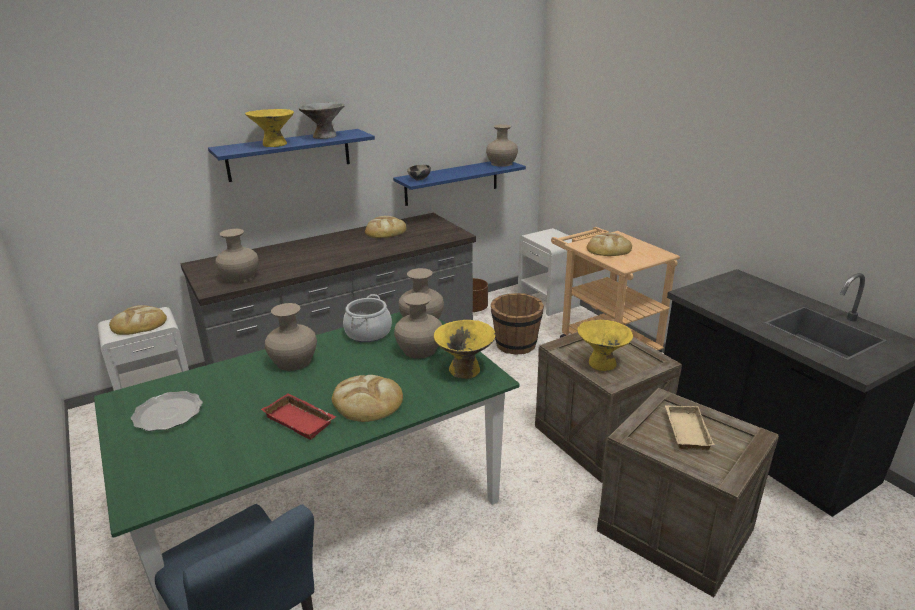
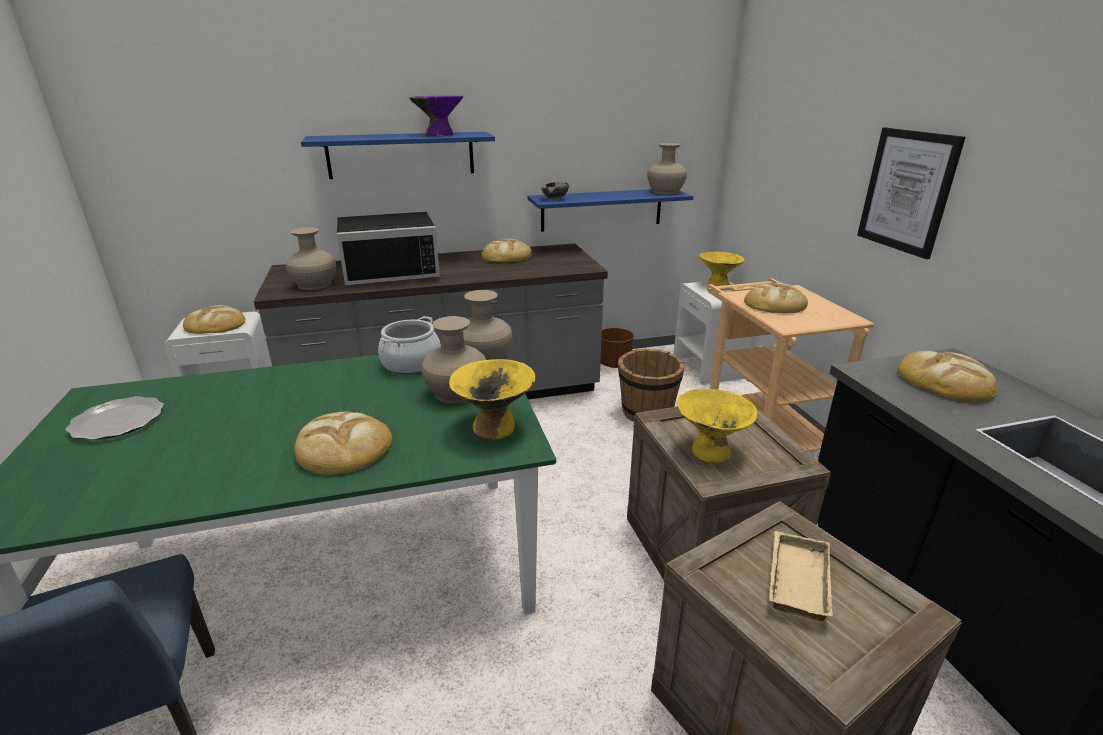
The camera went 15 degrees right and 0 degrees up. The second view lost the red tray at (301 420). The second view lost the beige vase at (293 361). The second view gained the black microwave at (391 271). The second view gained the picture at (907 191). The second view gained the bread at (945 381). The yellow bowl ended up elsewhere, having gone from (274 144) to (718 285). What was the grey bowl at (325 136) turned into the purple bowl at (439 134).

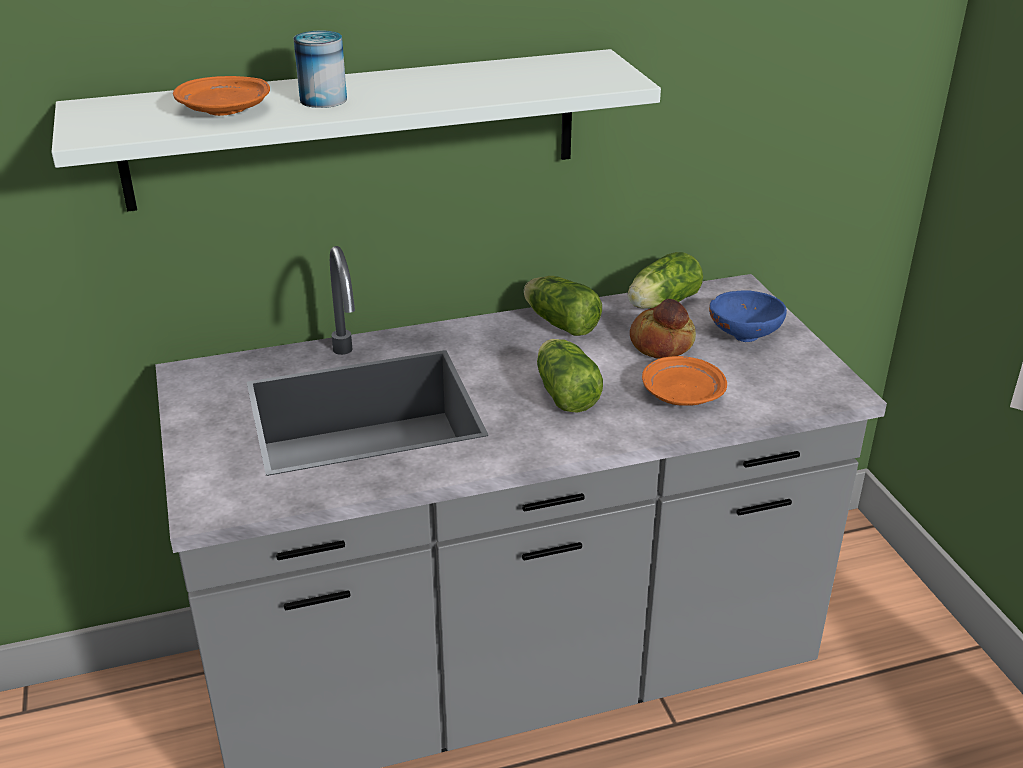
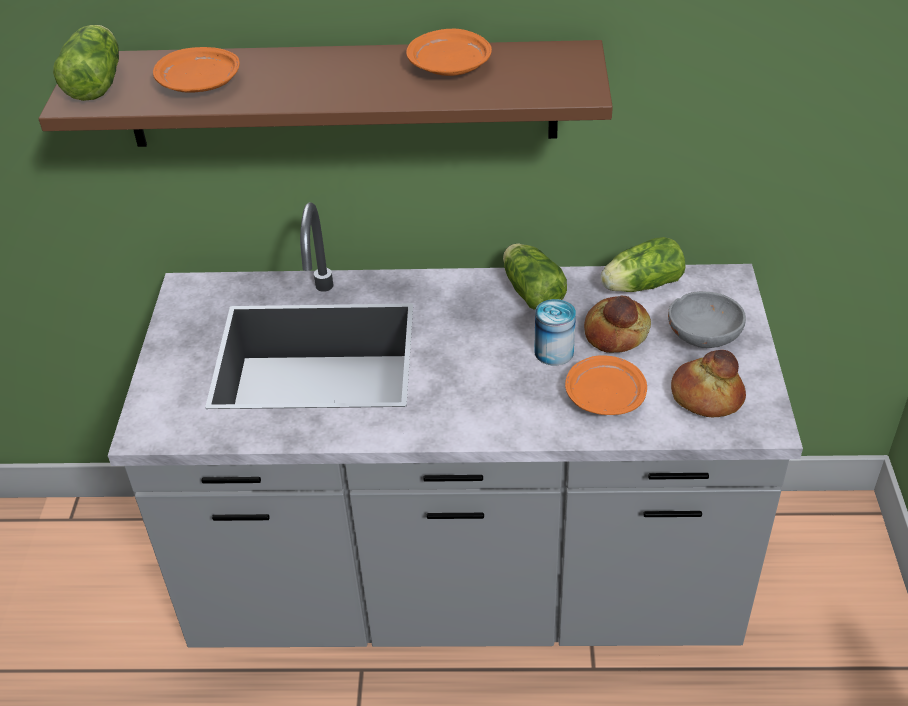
The camera went 20 degrees right and 10 degrees up. The second view gained the orange plate at (449 67). The second view gained the bread at (706 396). The can ended up elsewhere, having gone from (323 99) to (554 351). The lettuce ended up elsewhere, having gone from (564 392) to (97 81). What was the white shelf at (354 129) turned into the brown shelf at (341 94). What was the blue bowl at (744 333) turned into the grey bowl at (703 337).

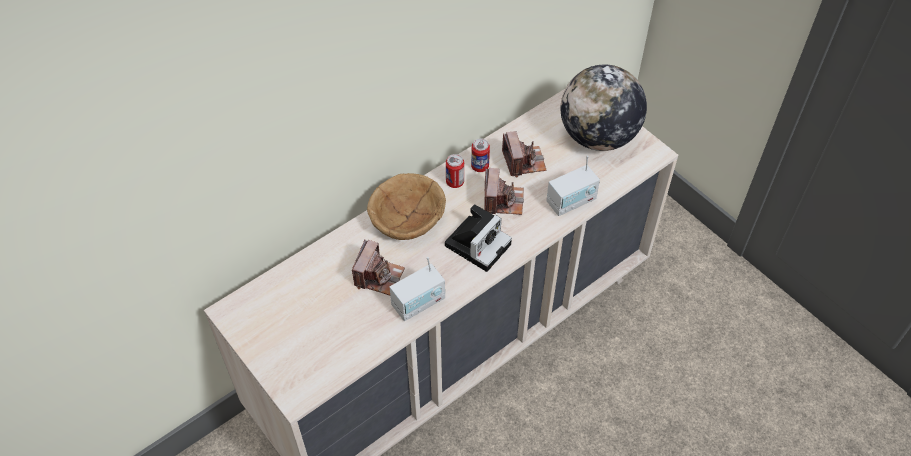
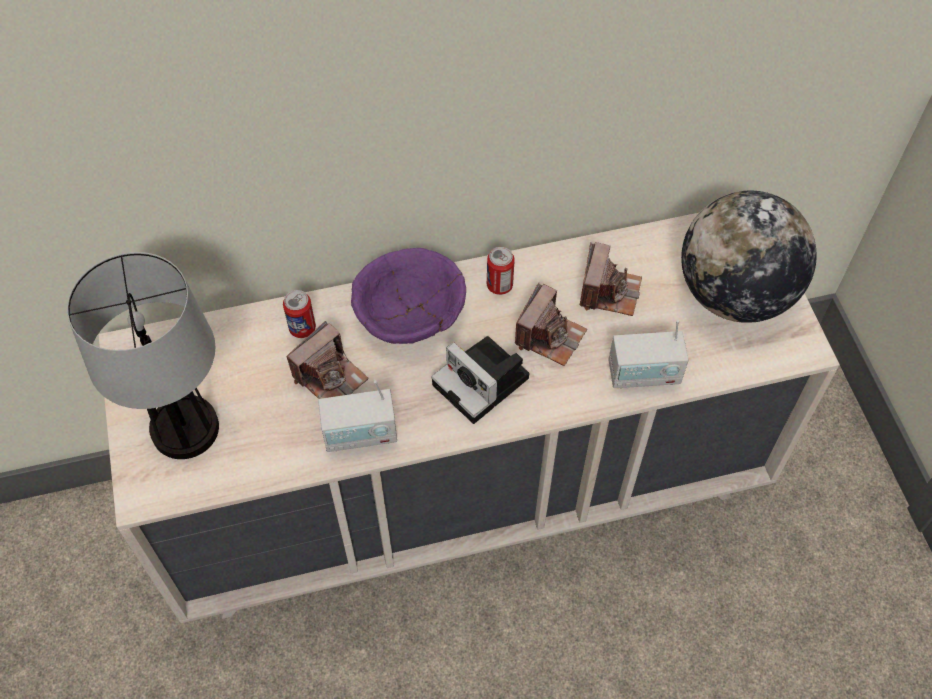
The camera went 25 degrees right and 5 degrees up. The second view gained the table lamp at (187 429). The can ended up elsewhere, having gone from (480 166) to (302 328). What was the brown bowl at (407 219) turned into the purple bowl at (409 313). The photo camera at (478 243) ended up facing another way, 75 degrees clockwise from before.

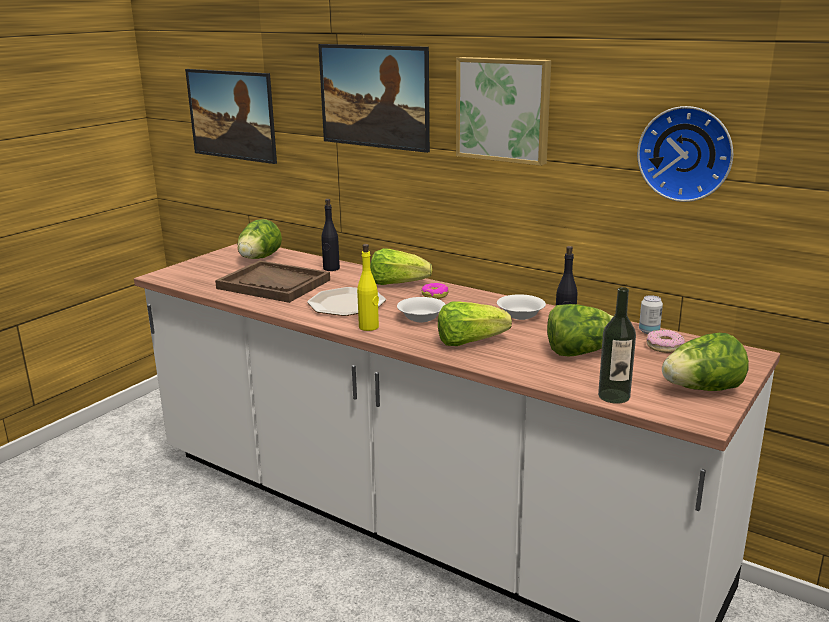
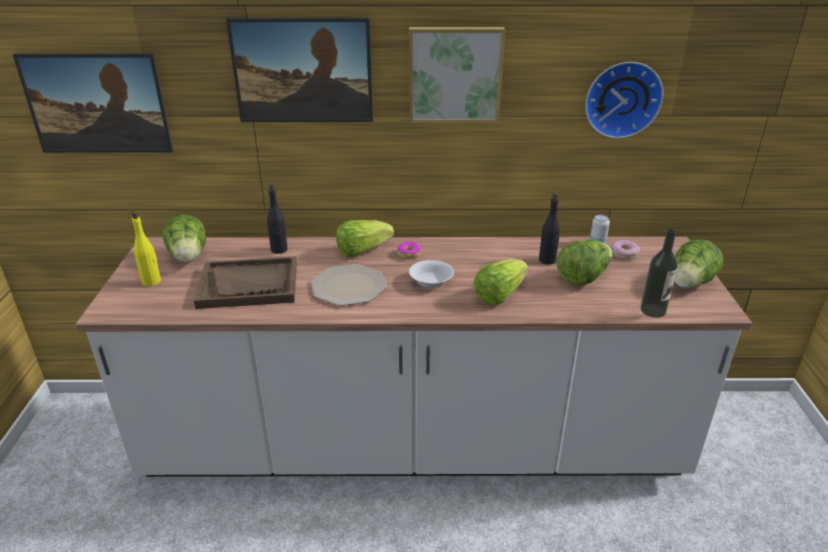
The camera went 35 degrees left and 10 degrees up. The second view lost the white bowl at (520 315). The yellow bottle ended up elsewhere, having gone from (369 327) to (152 281).

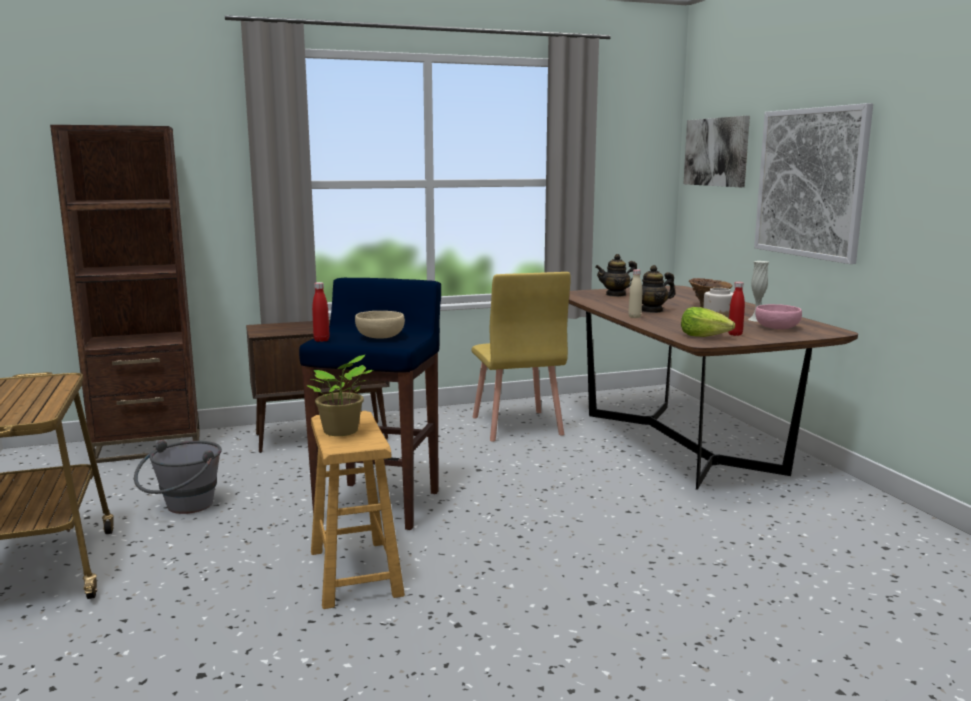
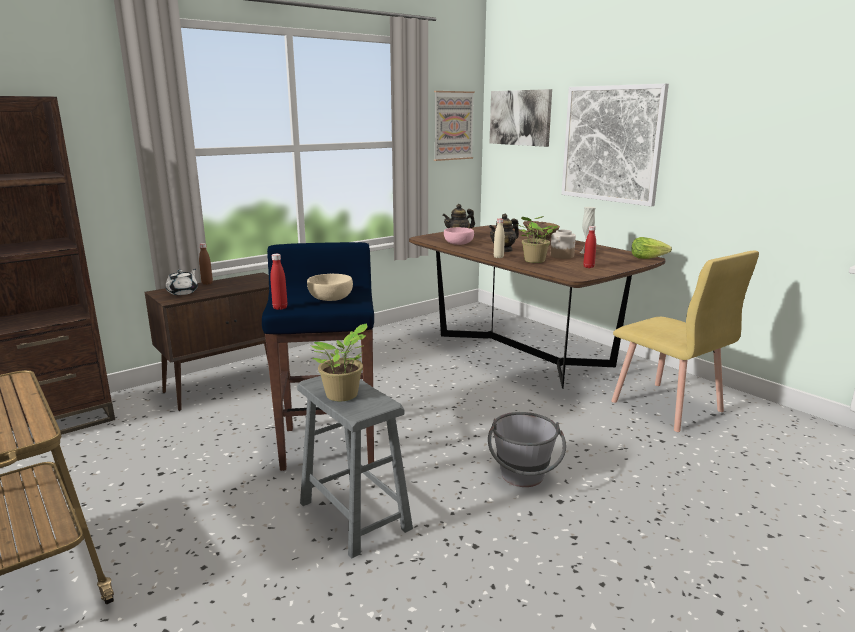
The camera went 20 degrees left and 5 degrees up. The second view gained the white teapot at (183 292). The second view gained the brown bottle at (207 283). The second view gained the picture at (453 125). The second view gained the potted plant at (533 261). The grey bucket ended up elsewhere, having gone from (183 508) to (523 480). The yellow chair ended up elsewhere, having gone from (516 426) to (667 406). The lettuce ended up elsewhere, having gone from (704 336) to (647 258). The pink bowl ended up elsewhere, having gone from (776 327) to (458 243). What was the brown stool at (355 573) turned into the grey stool at (355 515).

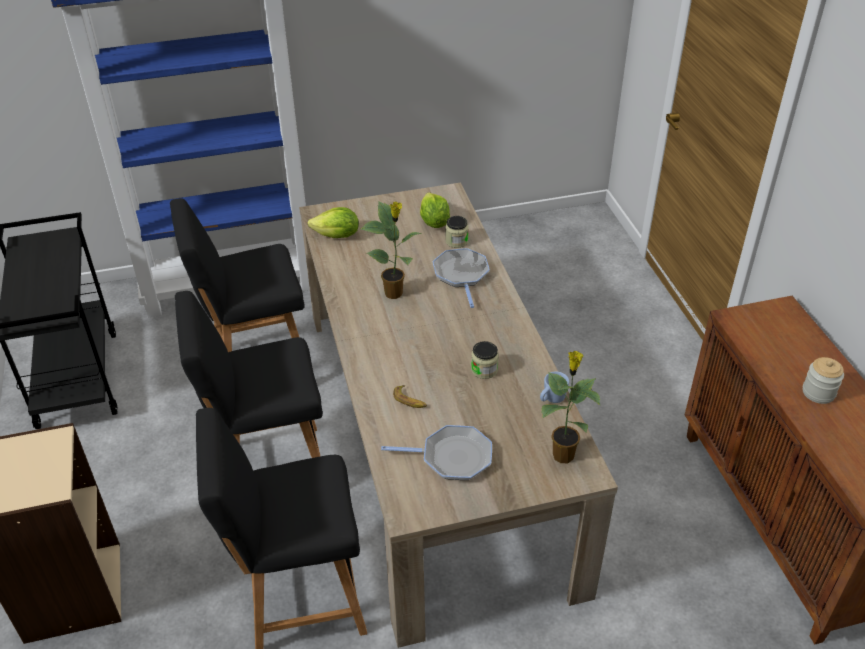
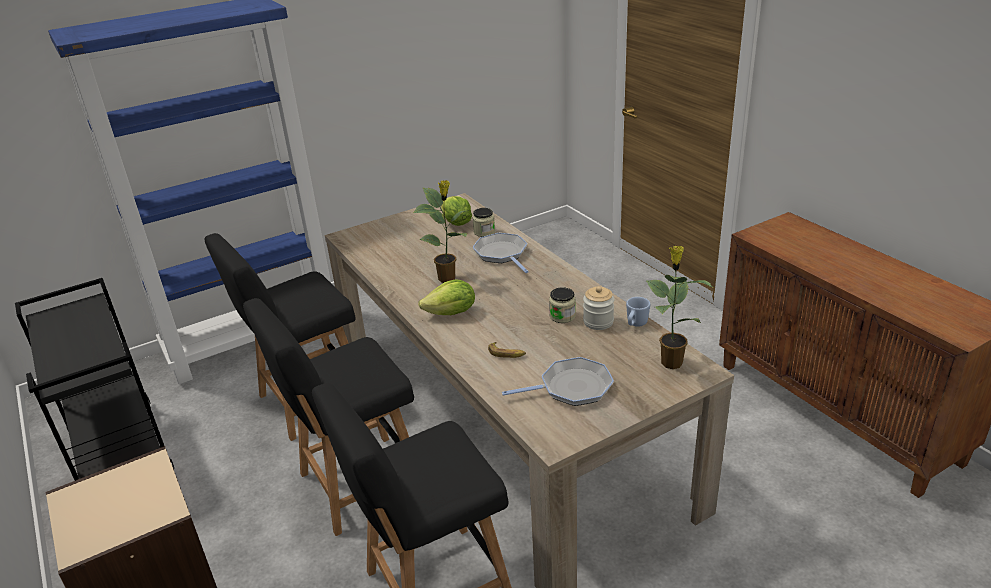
The camera went 15 degrees left and 10 degrees down. The lettuce ended up elsewhere, having gone from (337 236) to (451 313). The jar ended up elsewhere, having gone from (818 392) to (598 322).

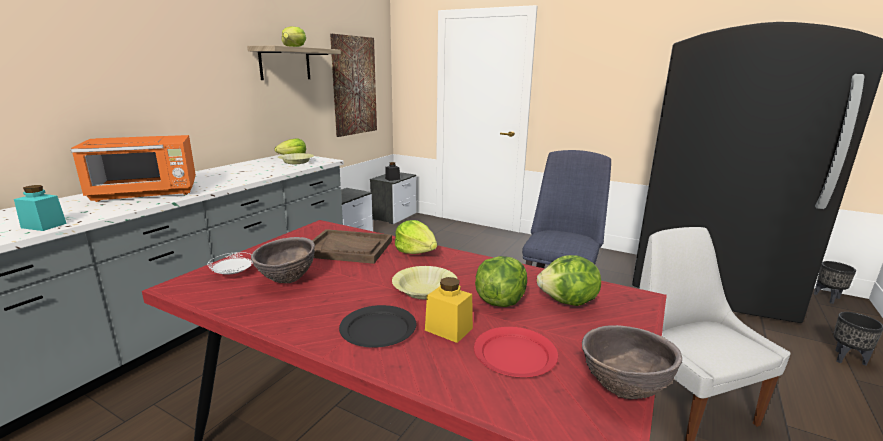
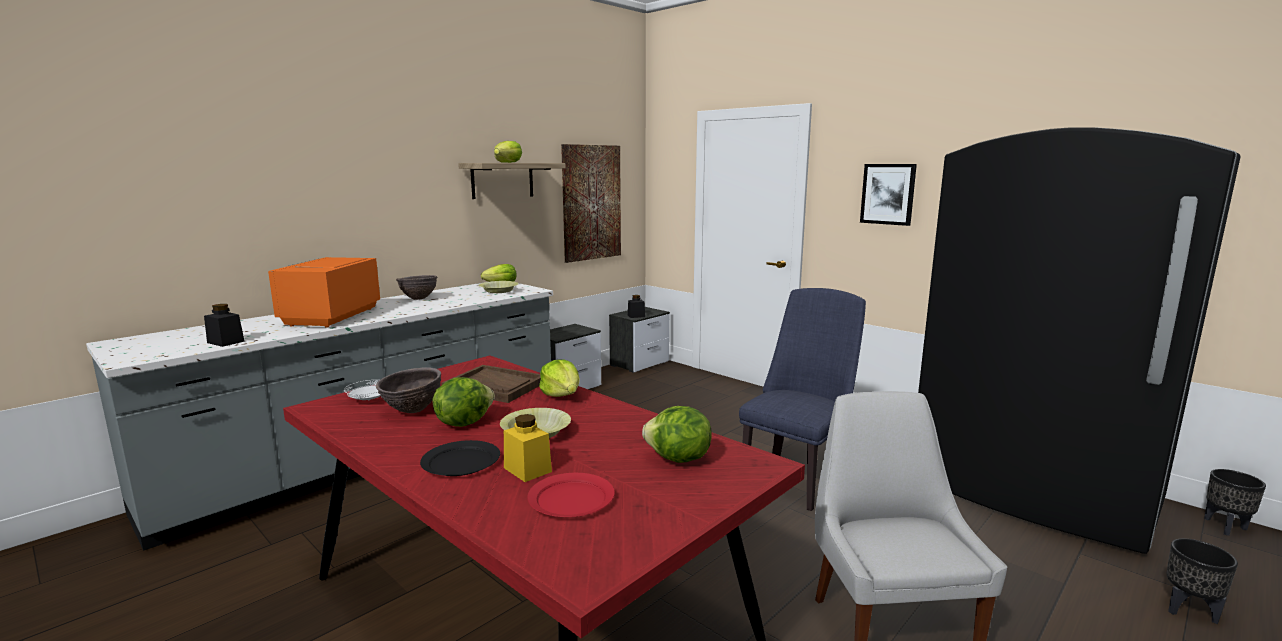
The camera went 15 degrees right and 5 degrees down. The second view gained the picture at (888 194). The lettuce ended up elsewhere, having gone from (500 301) to (463 422). The brown bowl ended up elsewhere, having gone from (622 390) to (418 299). What was the turquoise jar at (44 225) turned into the black jar at (225 342). The orange microwave at (147 193) ended up facing another way, 105 degrees clockwise from before.

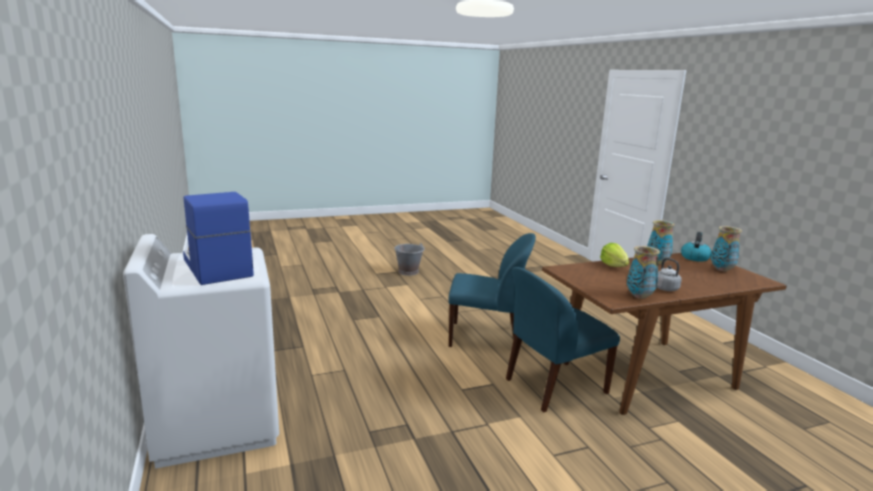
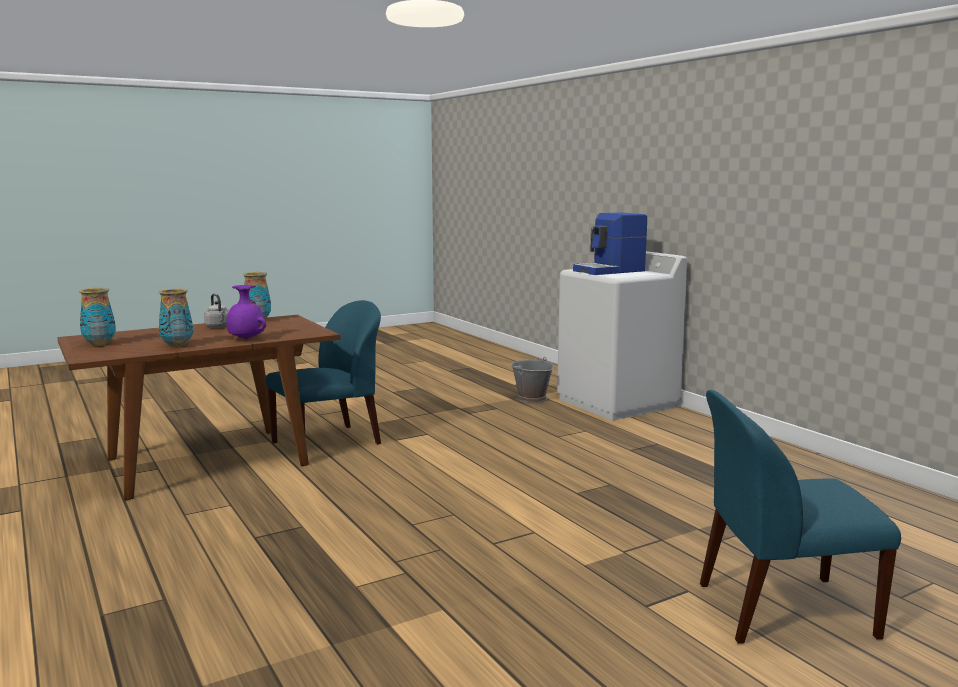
The camera went 170 degrees right and 5 degrees down. The second view lost the kettle at (694 257). The grey bucket ended up elsewhere, having gone from (408 272) to (531 399). The blue chair ended up elsewhere, having gone from (486 337) to (780 610). Where the lettuce stood at (614 266), the purple vase came to stand at (246 339). The coffee machine at (216 268) ended up facing another way, 105 degrees clockwise from before.

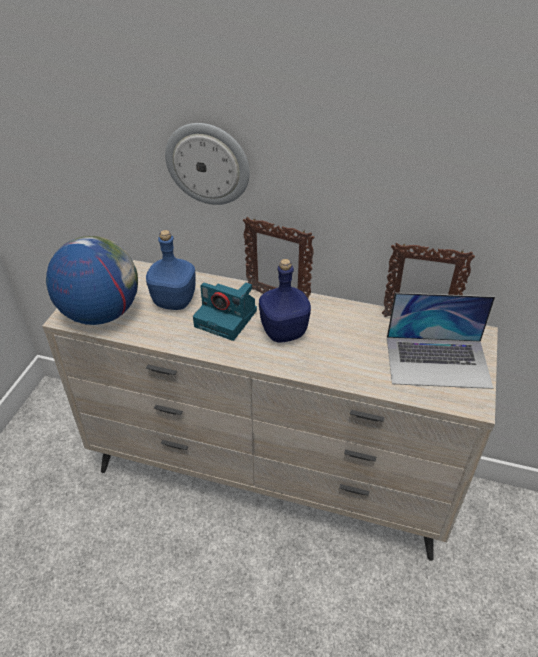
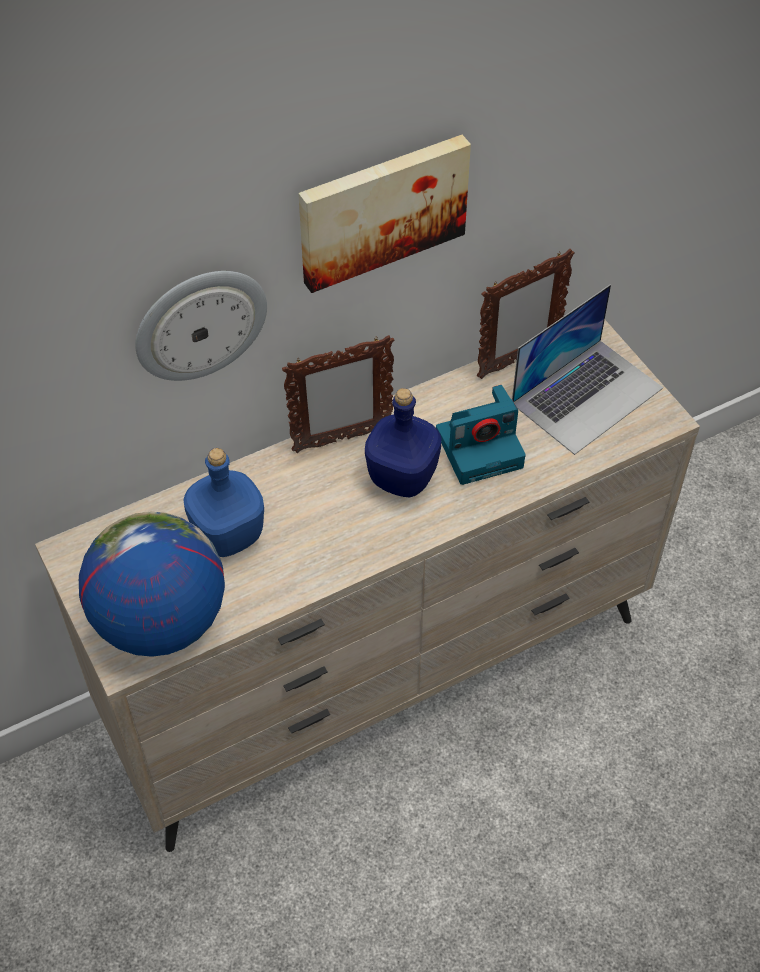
The camera went 45 degrees left and 10 degrees up. The second view gained the picture at (381 209). The photo camera ended up elsewhere, having gone from (227 318) to (480 447).

